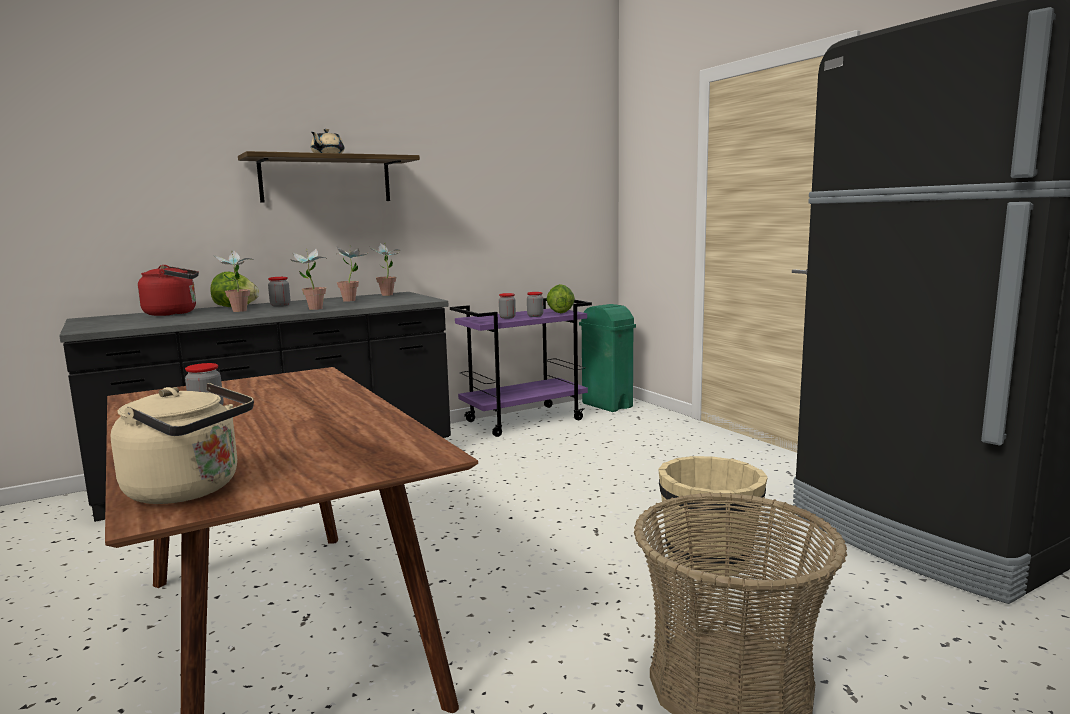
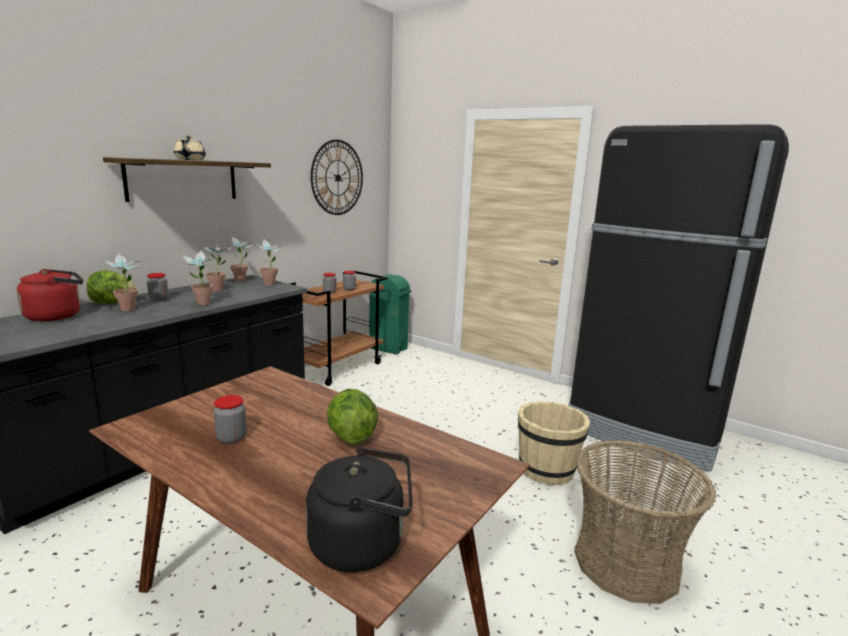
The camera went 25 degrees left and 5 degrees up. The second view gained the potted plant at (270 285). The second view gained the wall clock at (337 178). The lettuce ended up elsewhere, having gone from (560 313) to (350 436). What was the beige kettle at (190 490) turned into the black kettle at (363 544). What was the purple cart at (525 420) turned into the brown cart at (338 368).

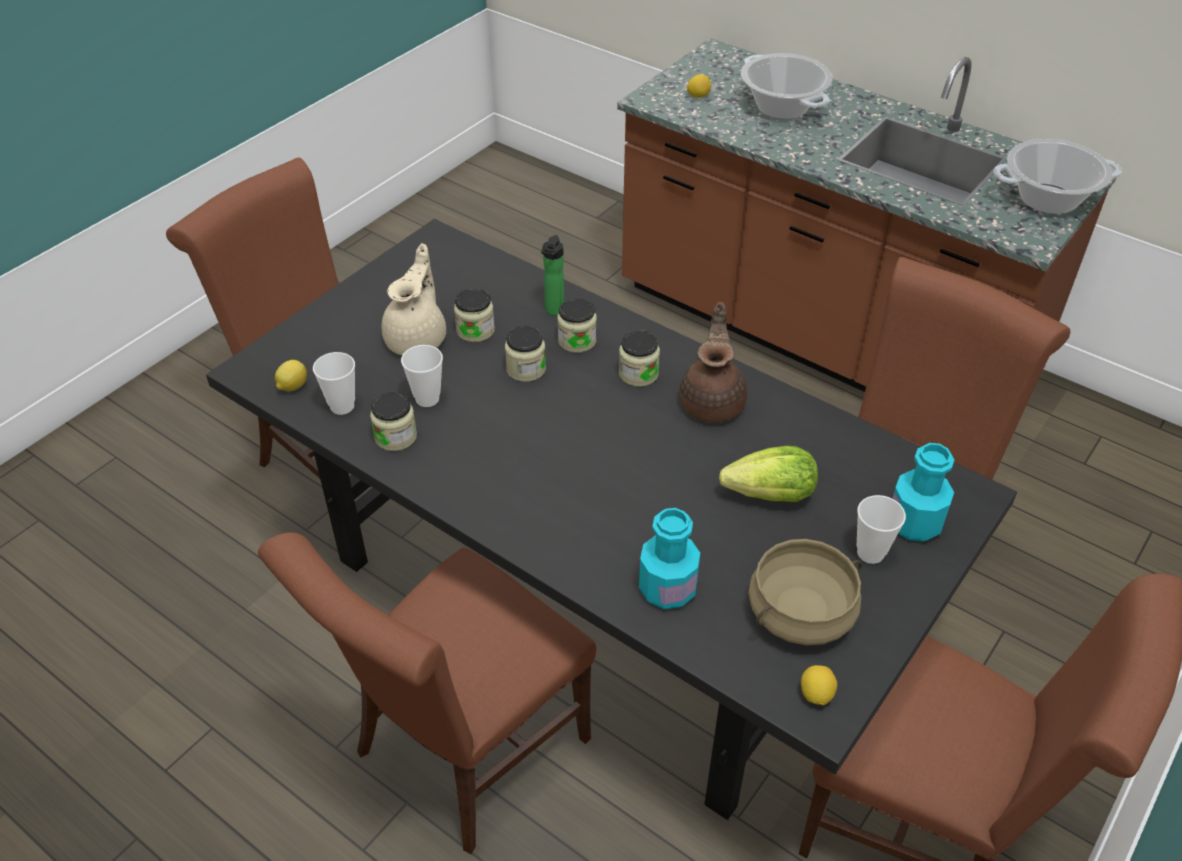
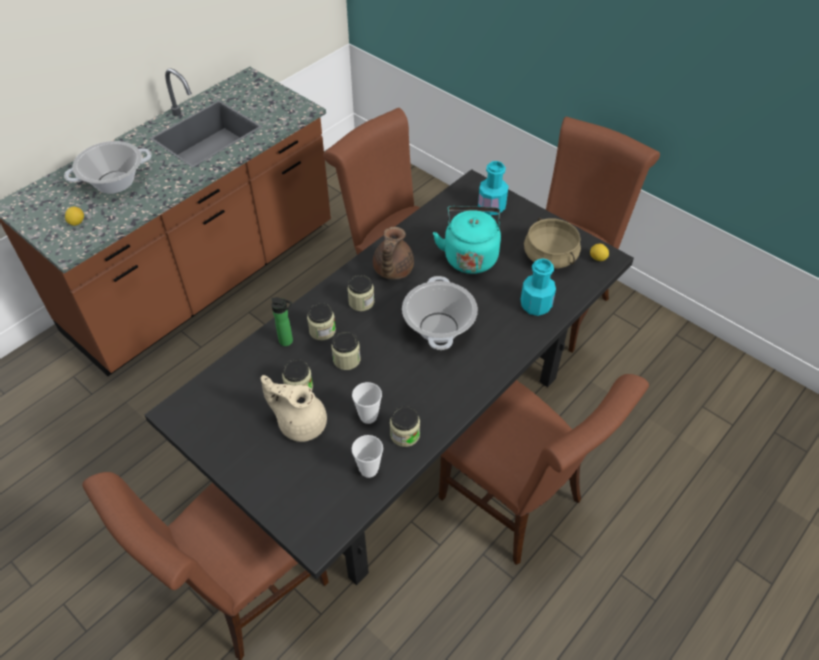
The camera went 85 degrees left and 5 degrees up. The second view lost the lemon at (292 386). The second view lost the cup at (870 553). The cooking pot ended up elsewhere, having gone from (1048 199) to (438 327). Where the lettuce stood at (771 495), the turquoise kettle came to stand at (470 256). The brown teapot at (713 402) ended up facing another way, 90 degrees counterclockwise from before.

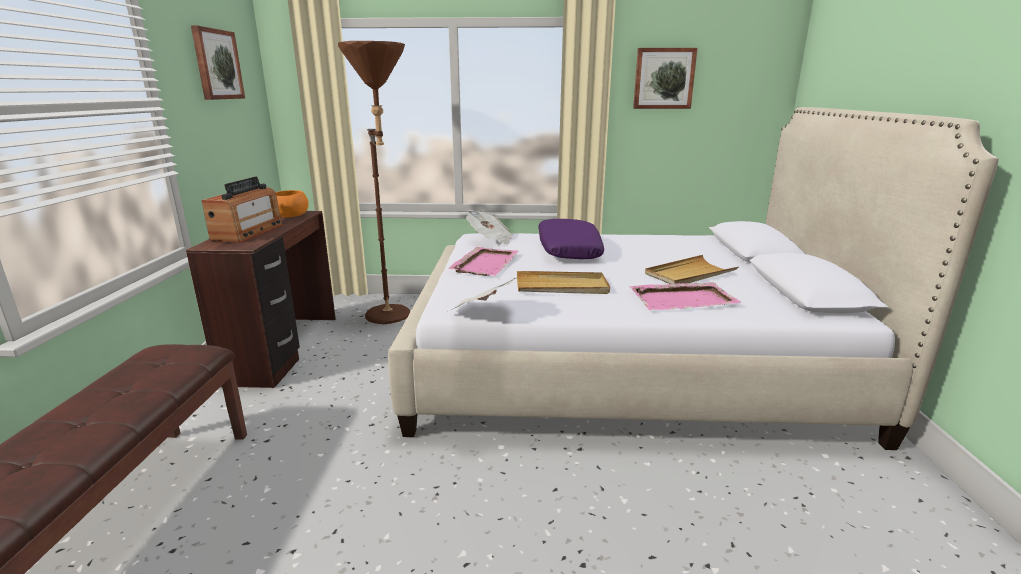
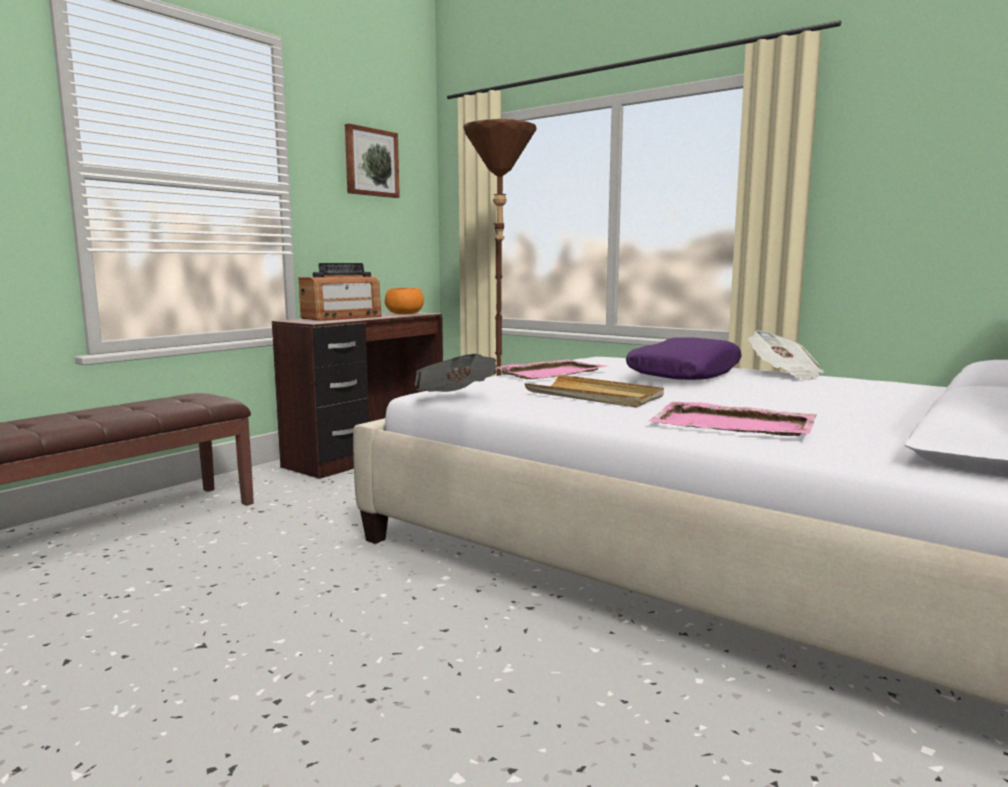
The camera went 35 degrees right and 10 degrees down. The second view lost the picture at (663 78). The second view lost the beige tray at (689 274). The newspaper ended up elsewhere, having gone from (490 239) to (784 375).

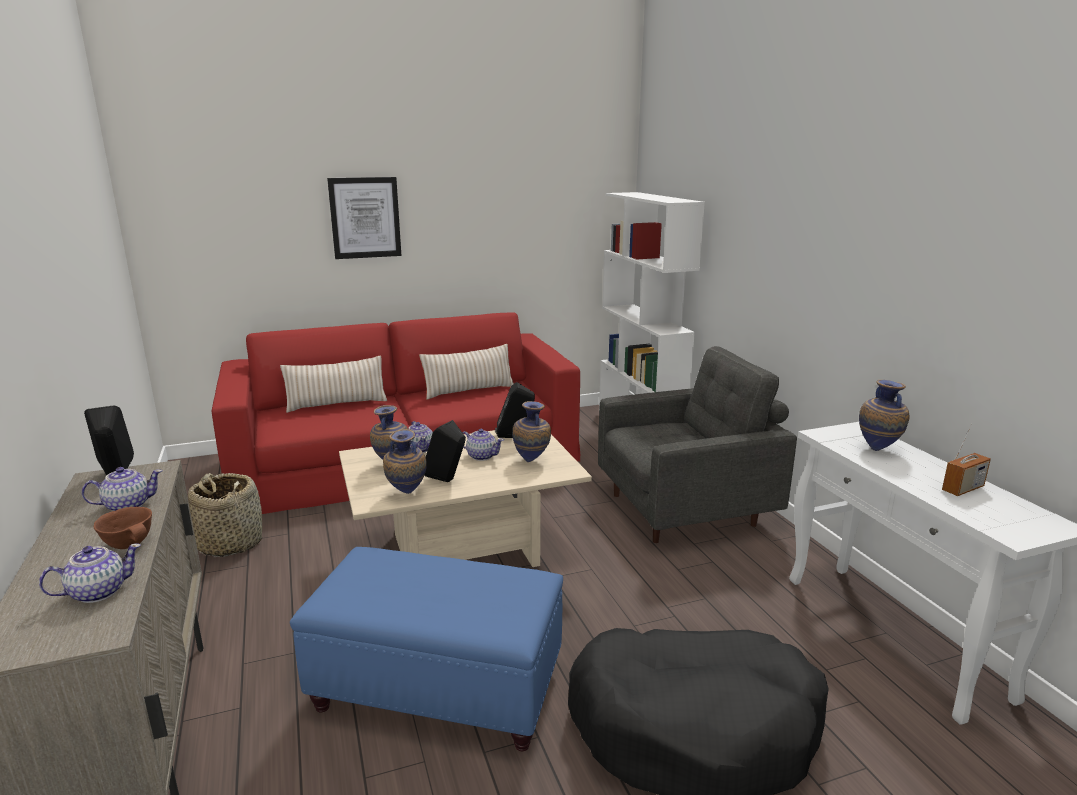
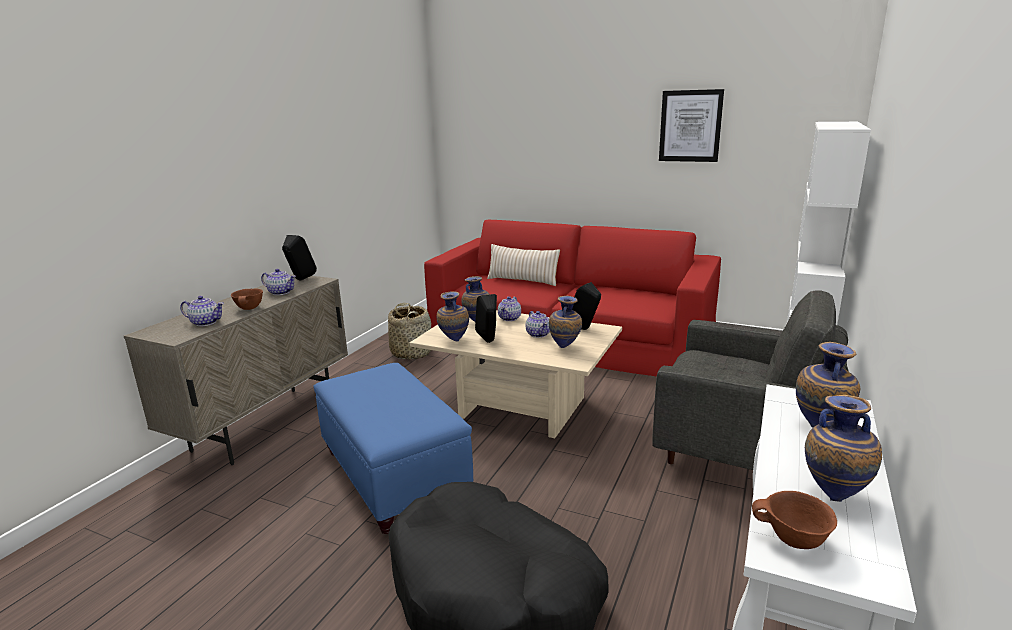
The camera went 45 degrees right and 0 degrees up. The second view lost the beige pillow at (469 390). The second view gained the brown bowl at (793 541). The picture ended up elsewhere, having gone from (365 218) to (690 126). Where the radio stood at (962 489), the vase came to stand at (834 495).

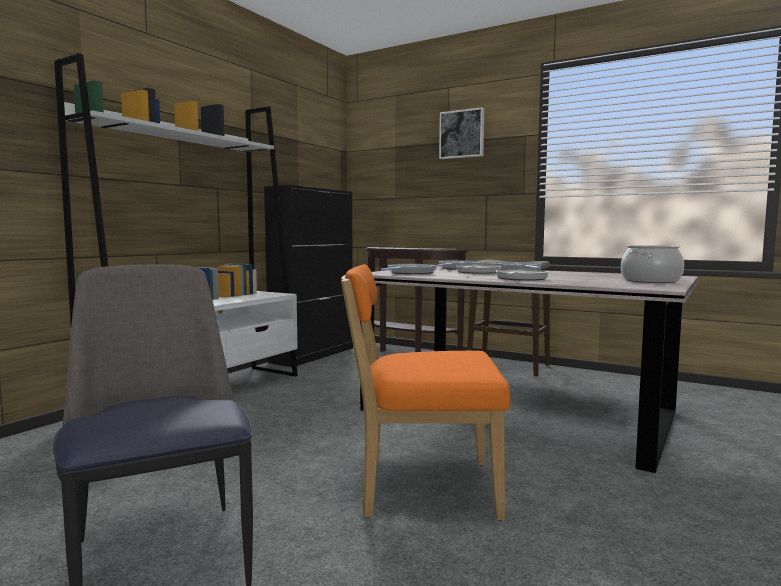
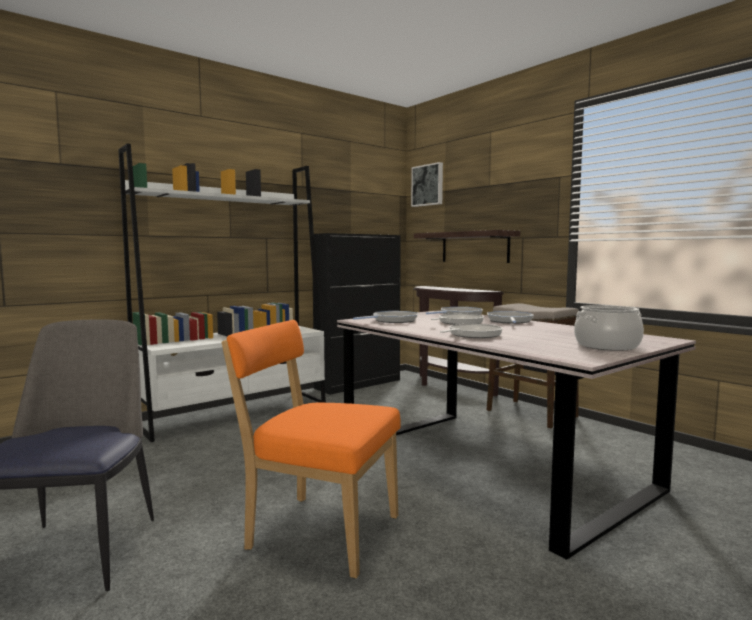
The camera went 20 degrees right and 0 degrees up. The second view gained the shelf at (474 247). The picture ended up elsewhere, having gone from (462 134) to (428 185).

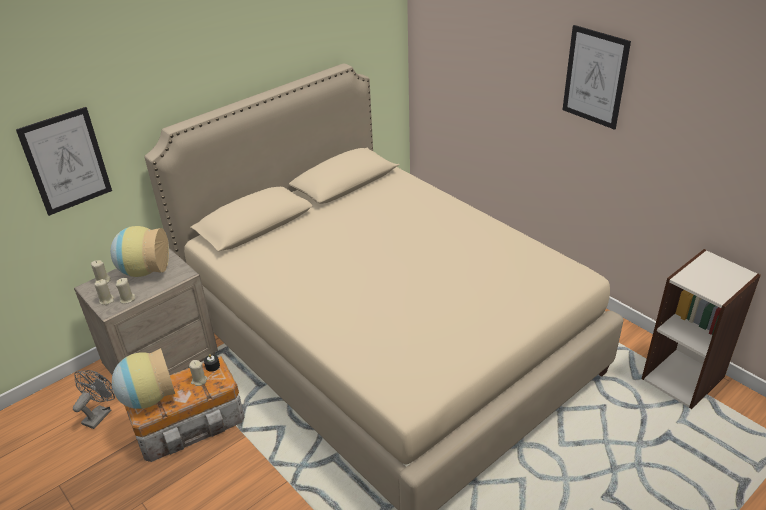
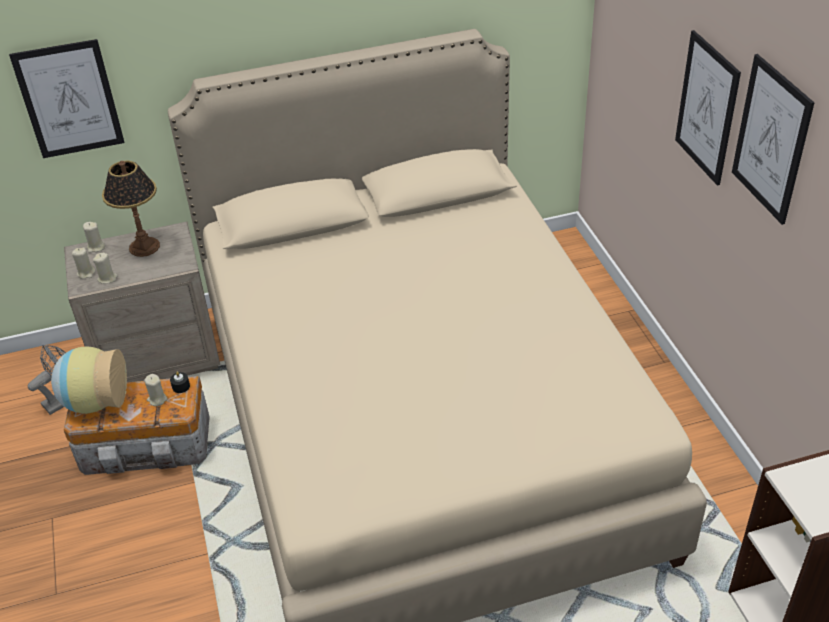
The camera went 25 degrees right and 5 degrees up. The second view gained the picture at (707 108). Where the vase stood at (144 270), the table lamp came to stand at (144 247).

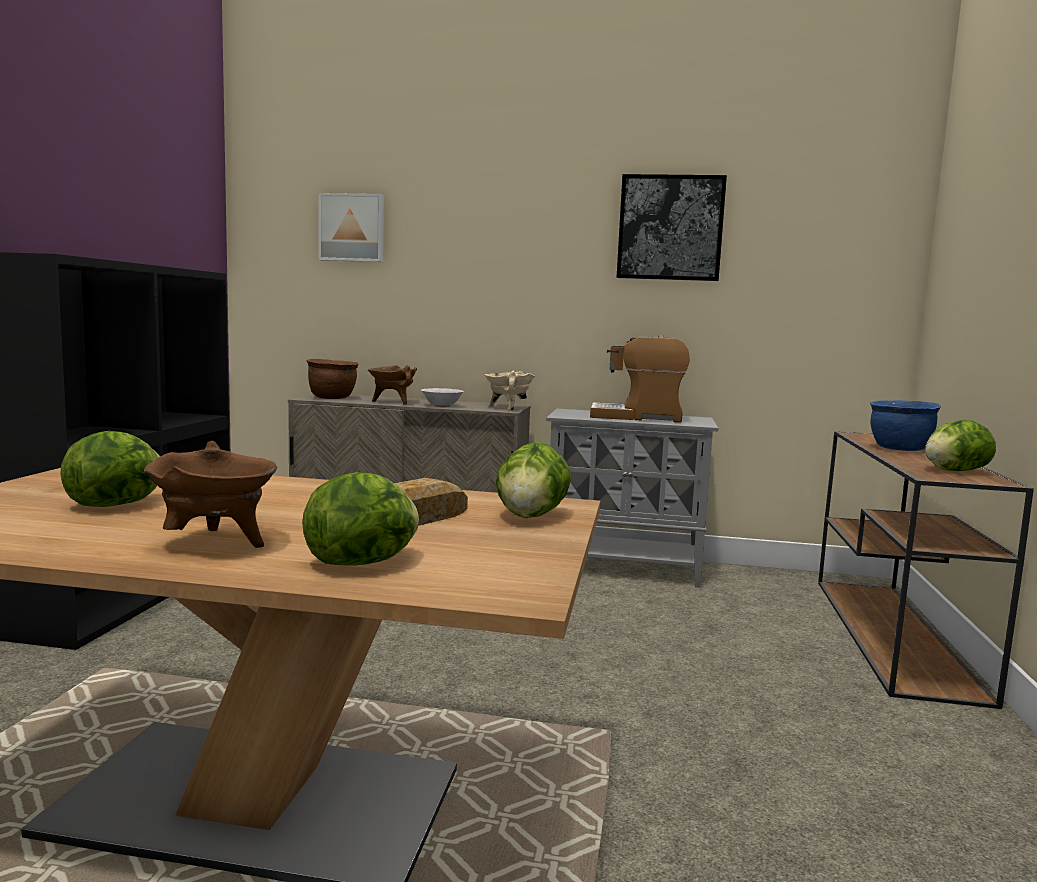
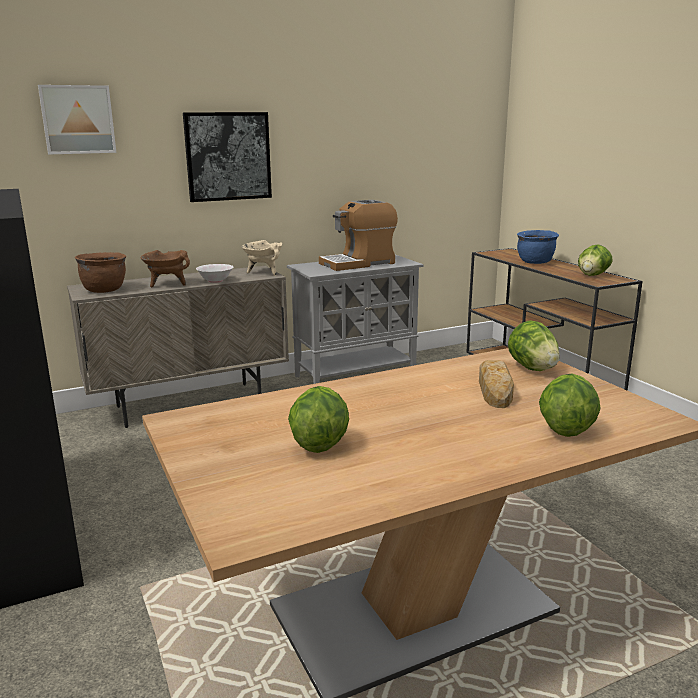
The camera went 35 degrees left and 10 degrees up. The second view lost the brown cooking pot at (216 544). The picture ended up elsewhere, having gone from (670 228) to (228 156).

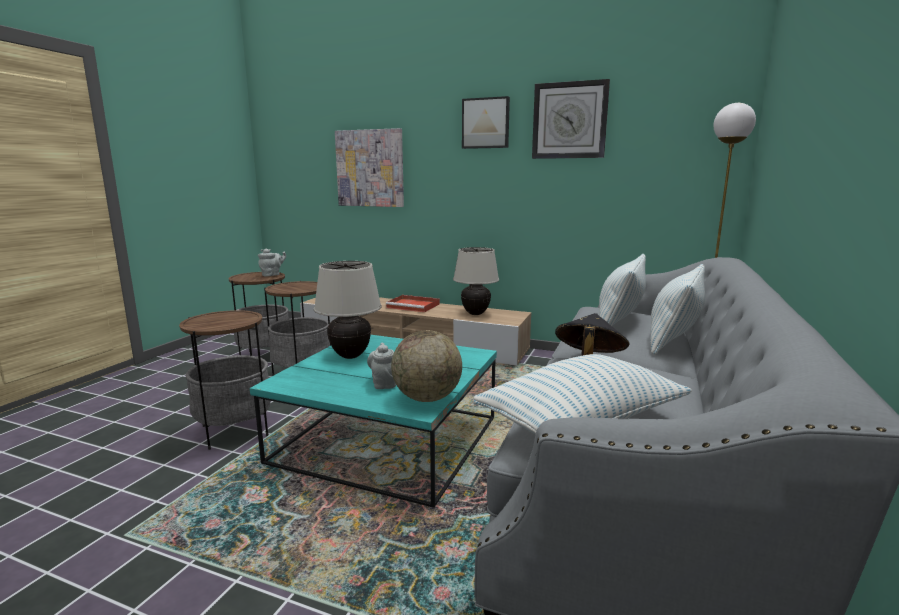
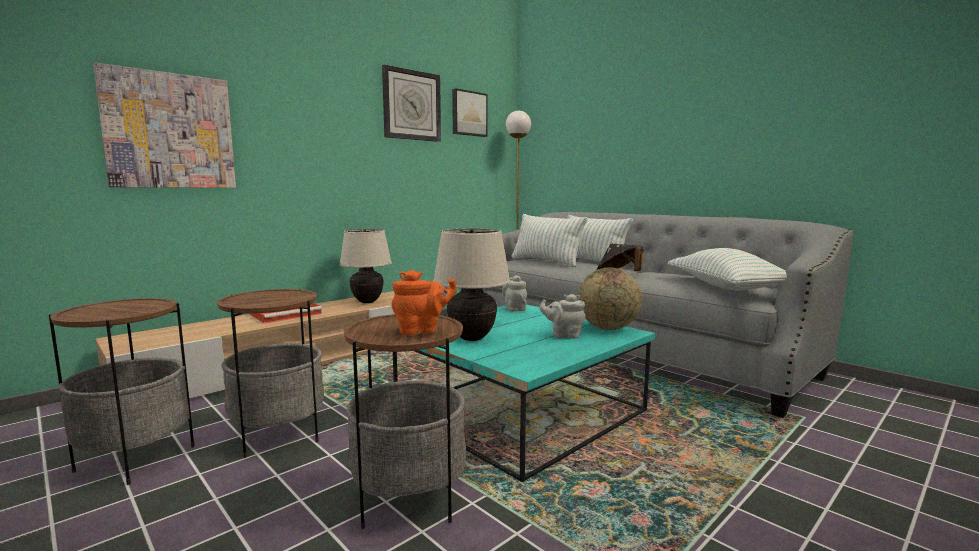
The camera went 65 degrees left and 5 degrees down. The second view gained the orange teapot at (422 331). The grey teapot ended up elsewhere, having gone from (272 275) to (514 309). The picture ended up elsewhere, having gone from (486 123) to (468 113).

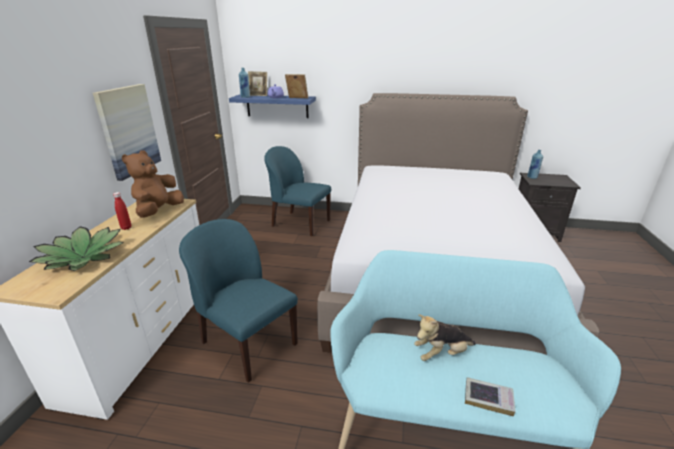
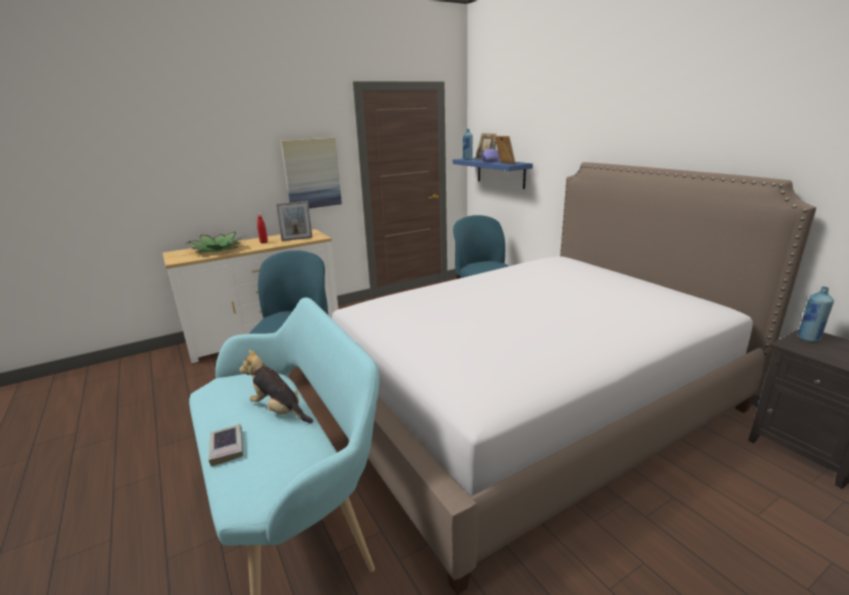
The camera went 50 degrees right and 5 degrees down. Where the brown plush toy stood at (159 211), the picture frame came to stand at (297 239).

